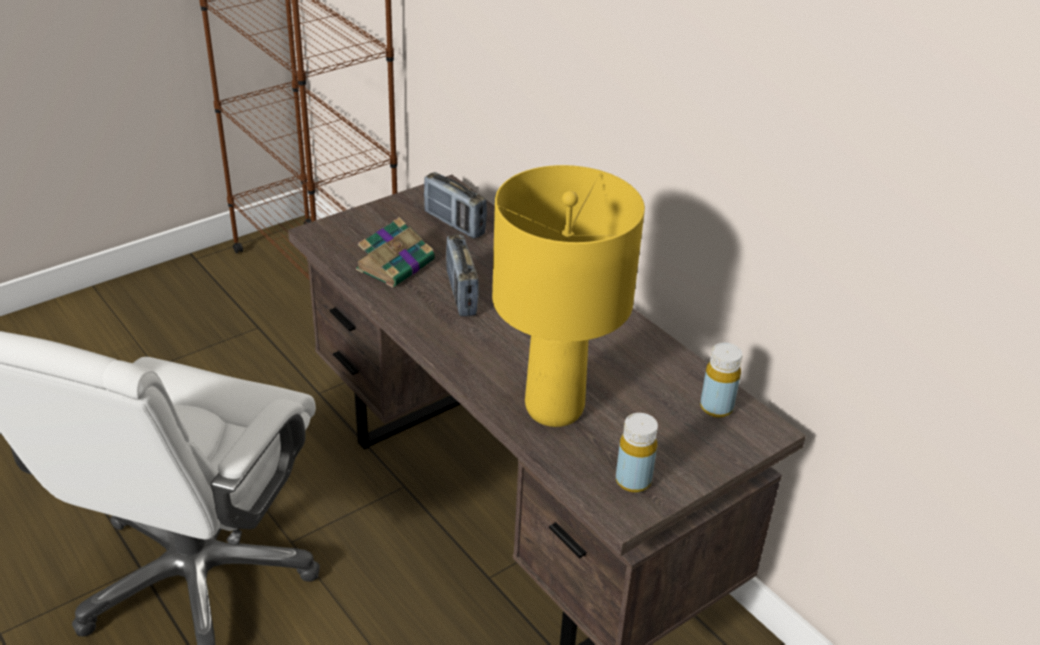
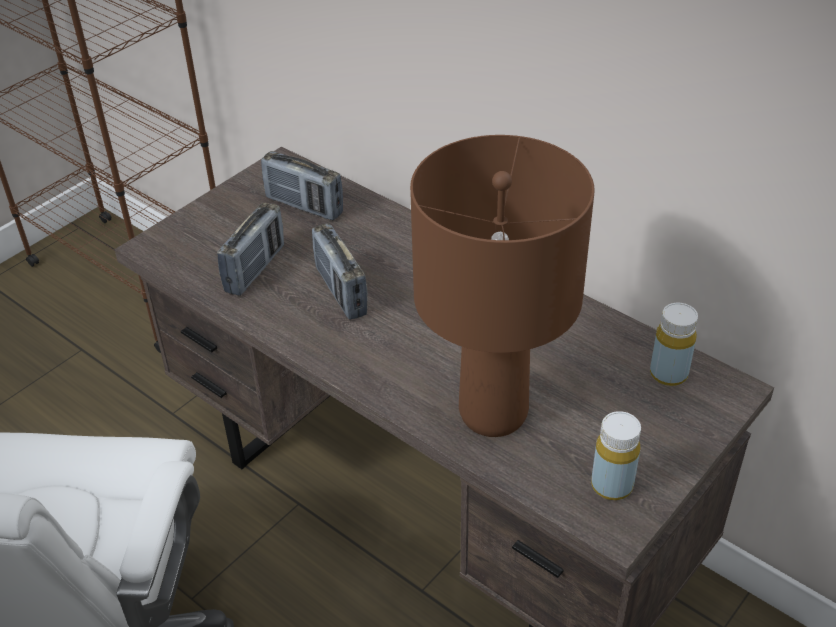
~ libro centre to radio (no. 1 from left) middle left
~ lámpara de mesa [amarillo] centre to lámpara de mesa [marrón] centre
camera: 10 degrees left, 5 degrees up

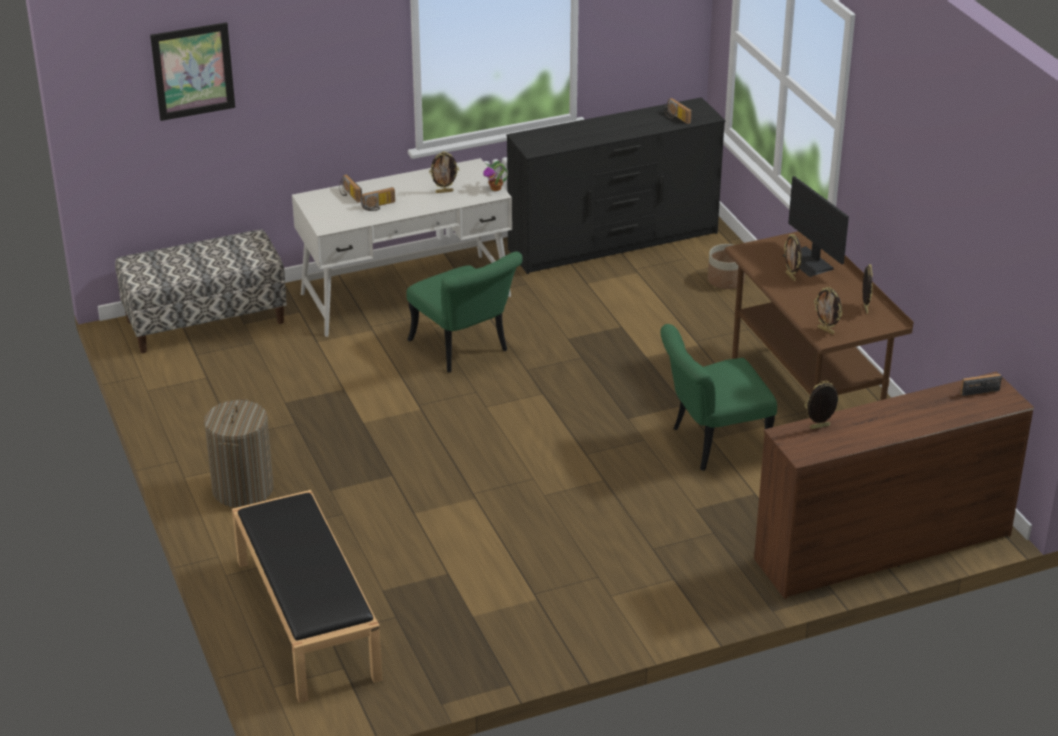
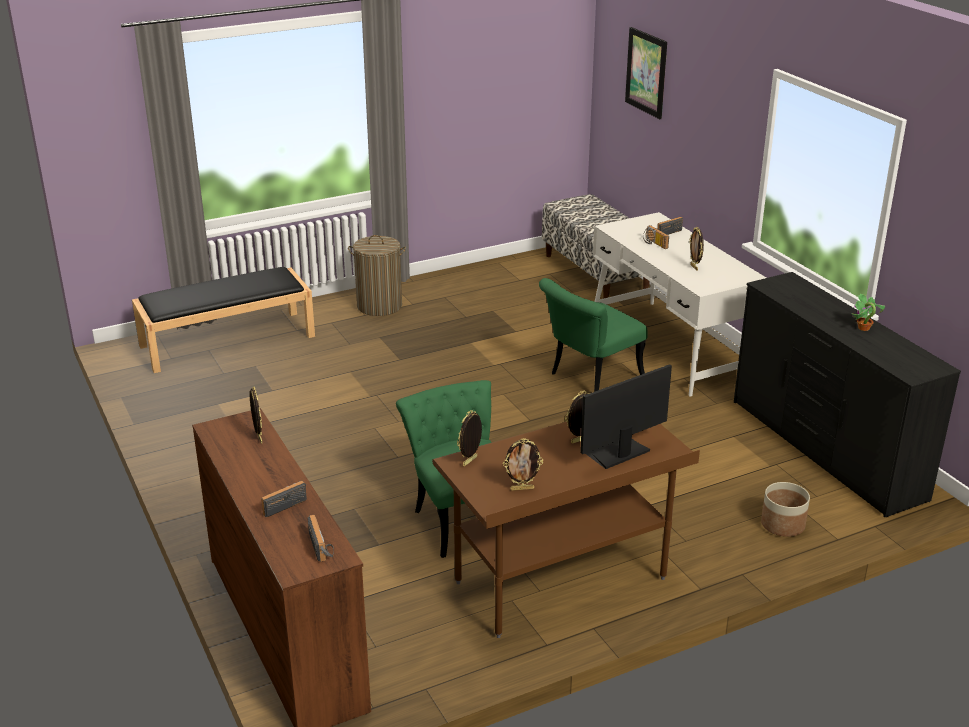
~ planta en maceta top centre to middle right
~ radio (no. 3 from left in the first image) top centre to radio (no. 1 from left) bottom left
camera: 85 degrees right, 5 degrees down

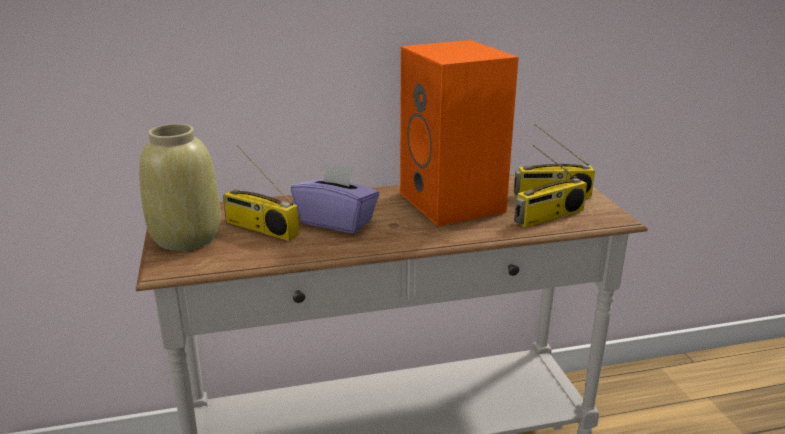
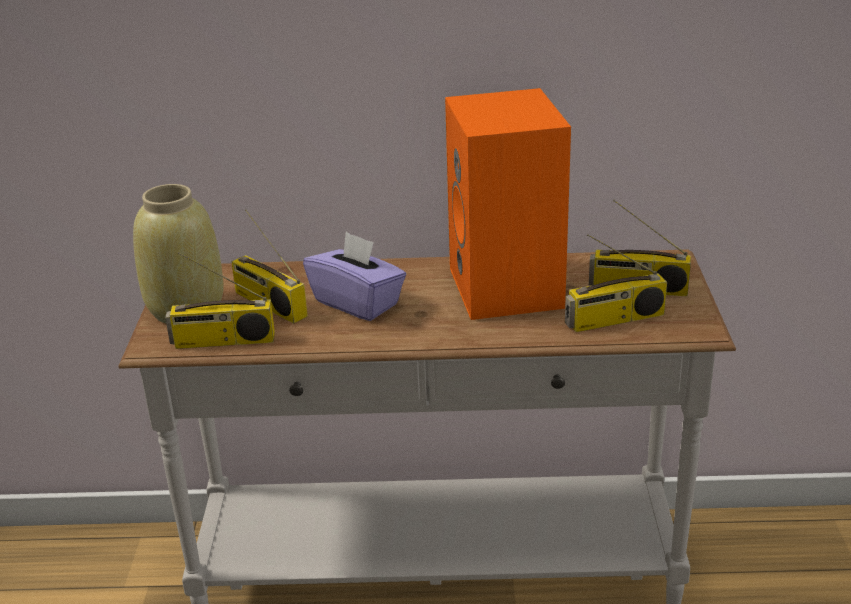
+ radio (no. 1 from left) middle left
camera: 15 degrees right, 5 degrees up

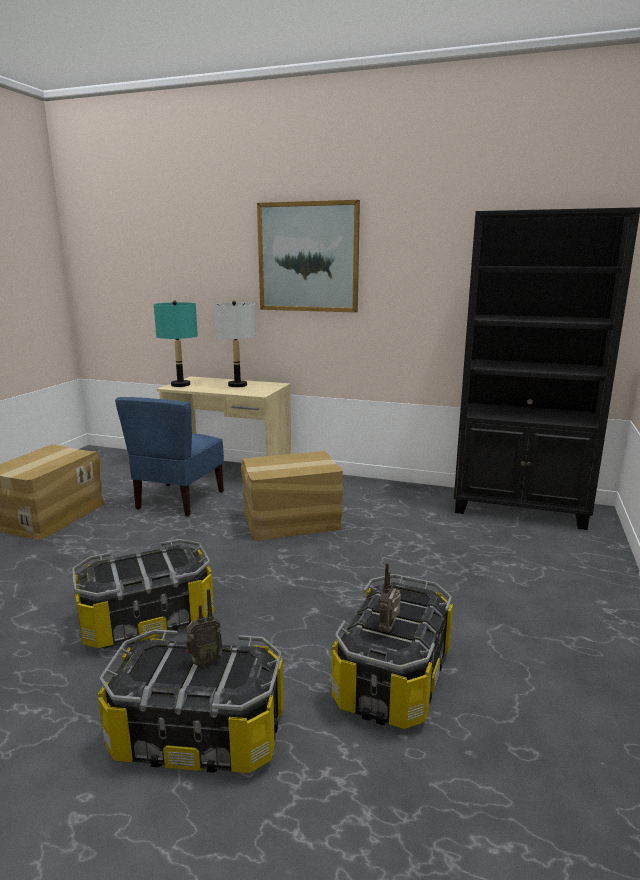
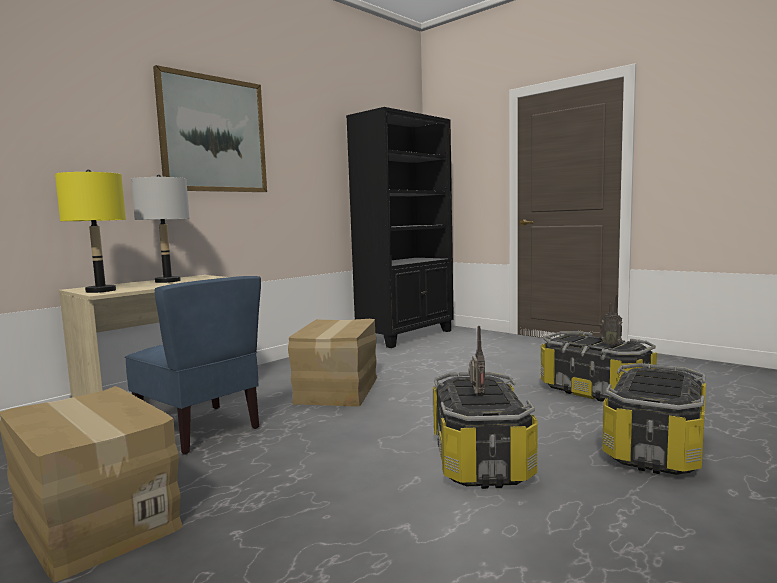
~ radio (no. 1 from left) bottom left to centre
~ lámpara de mesa [turquesa] middle left to lámpara de mesa [amarillo] middle left
camera: 65 degrees left, 10 degrees down

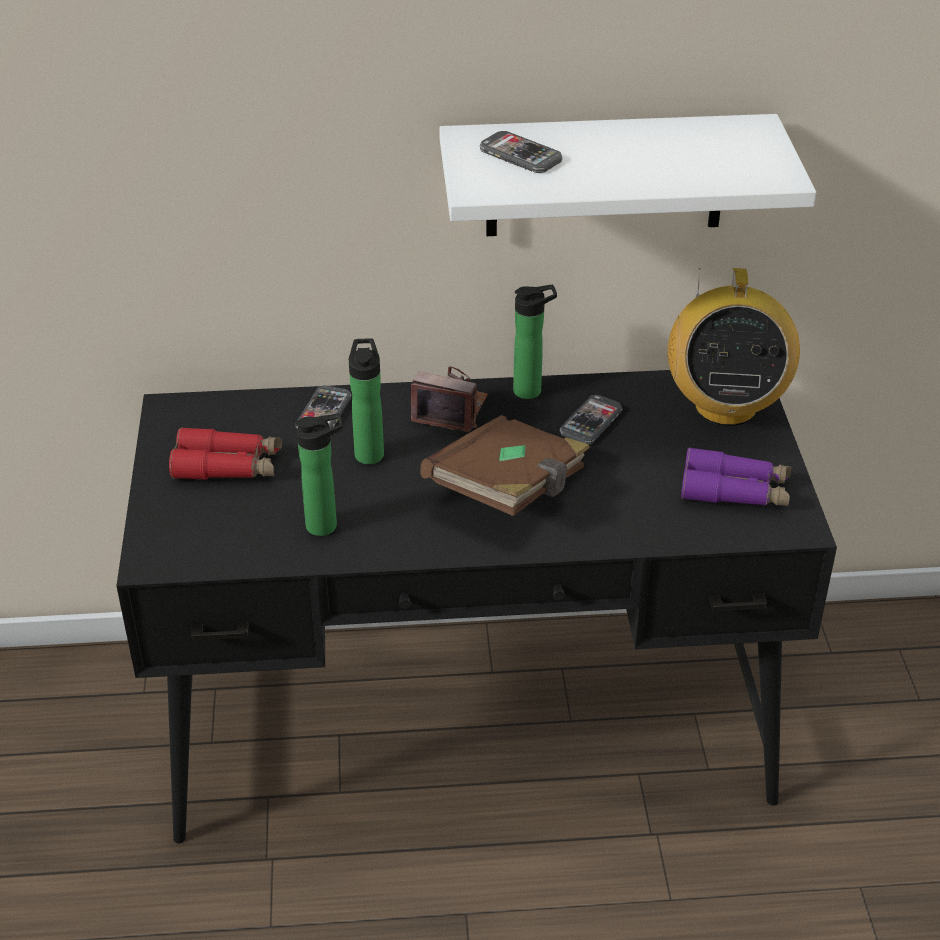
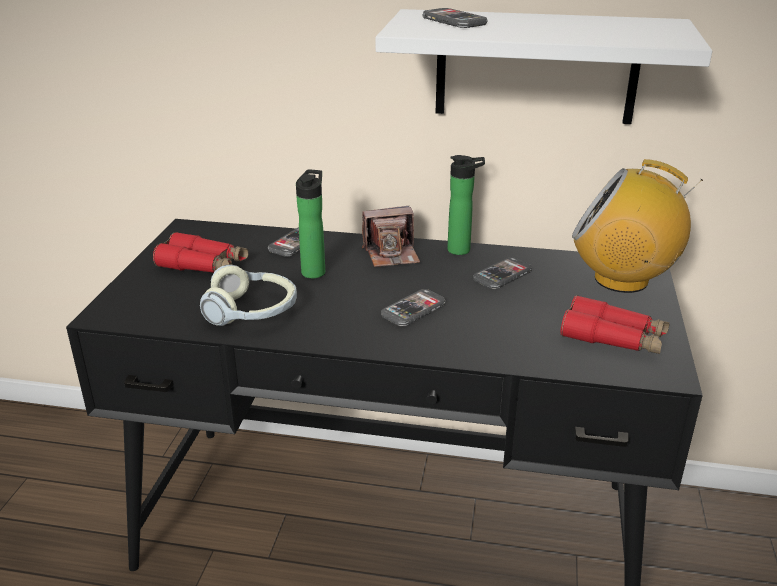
~ botella (no. 1 from left) centre to auriculares middle left
~ libro [marrón] centre to móvil (no. 2 from left) centre
~ prismáticos [morado] middle right to prismáticos [rojo] (no. 2 from left) middle right
~ cámara centre = centre 135 degrees clockwise
~ radio middle right = middle right 90 degrees clockwise
camera: 15 degrees right, 10 degrees down

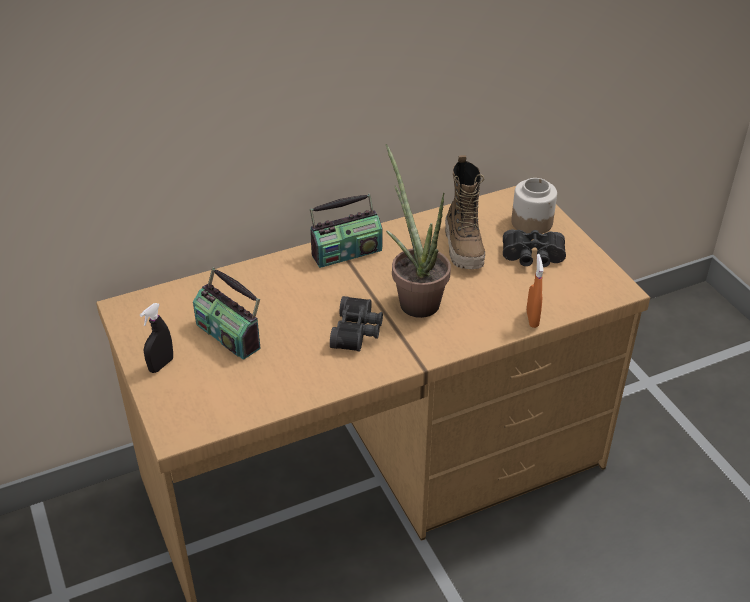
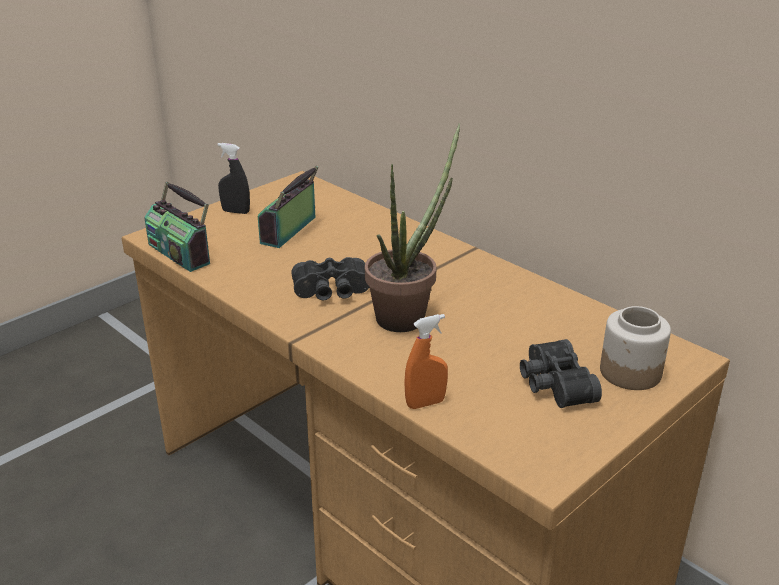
- bota centre
~ radio (no. 2 from left in the first image) centre to radio (no. 1 from left) middle left
camera: 70 degrees right, 10 degrees down

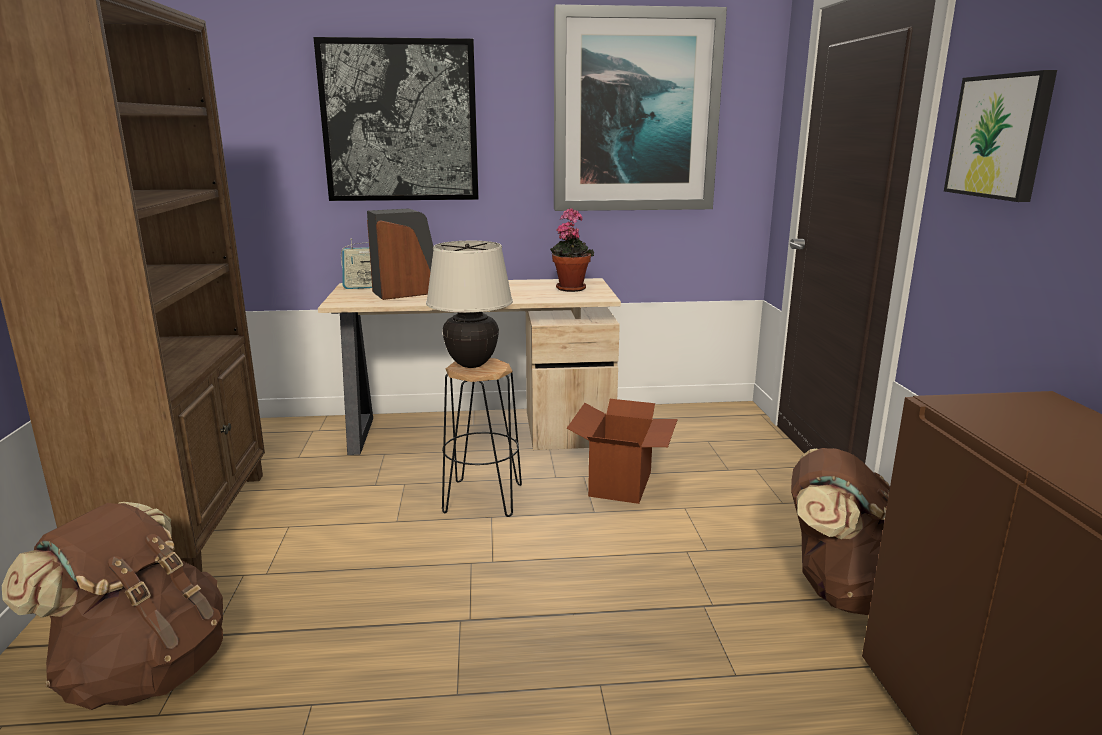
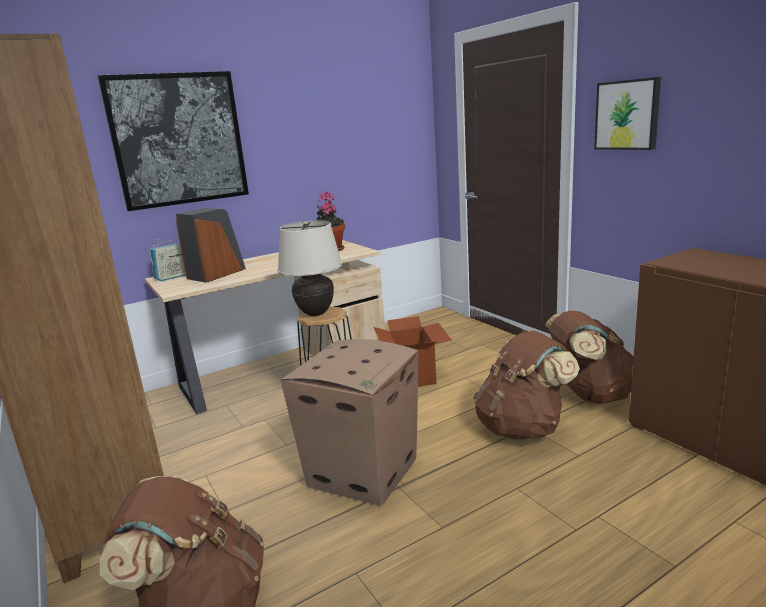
- cuadro (no. 2 from left) top centre
+ caja de cartón (no. 1 from left) bottom centre
+ mochila [marrón] (no. 2 from left) middle right
camera: 25 degrees left, 0 degrees up

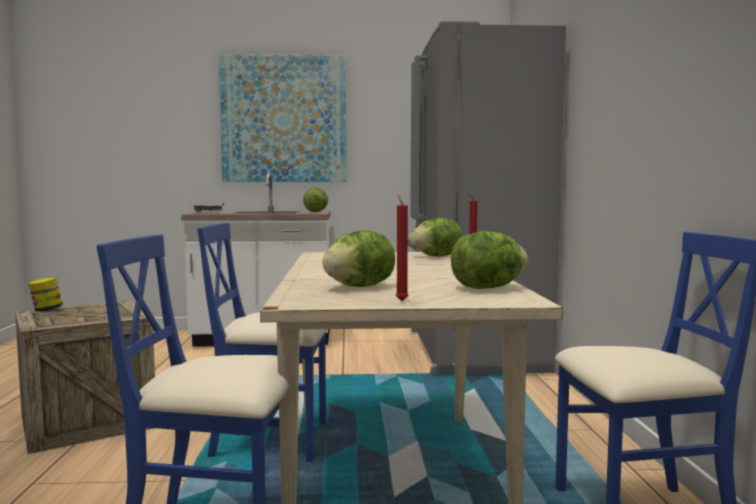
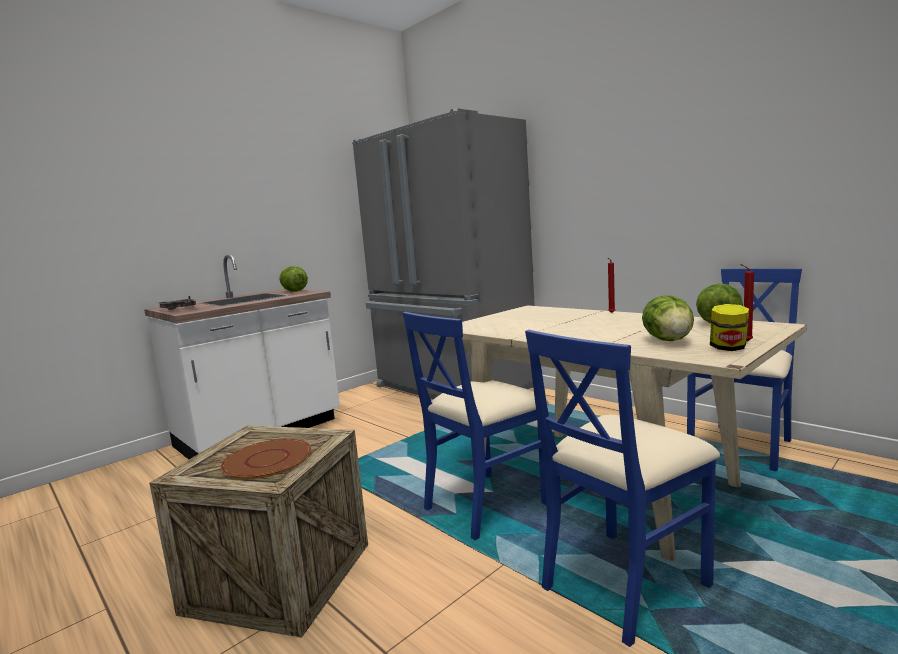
- cuadro top centre
- lechuga (no. 3 from left) centre
+ plato [marrón] bottom left
~ tarro middle left to middle right
camera: 40 degrees left, 5 degrees up

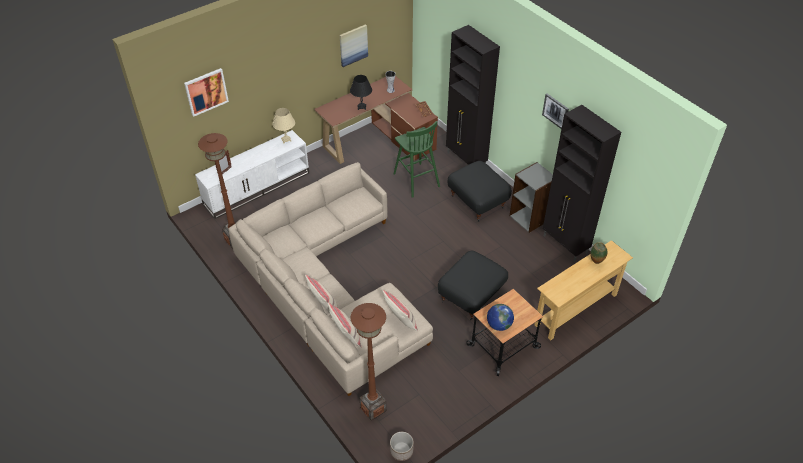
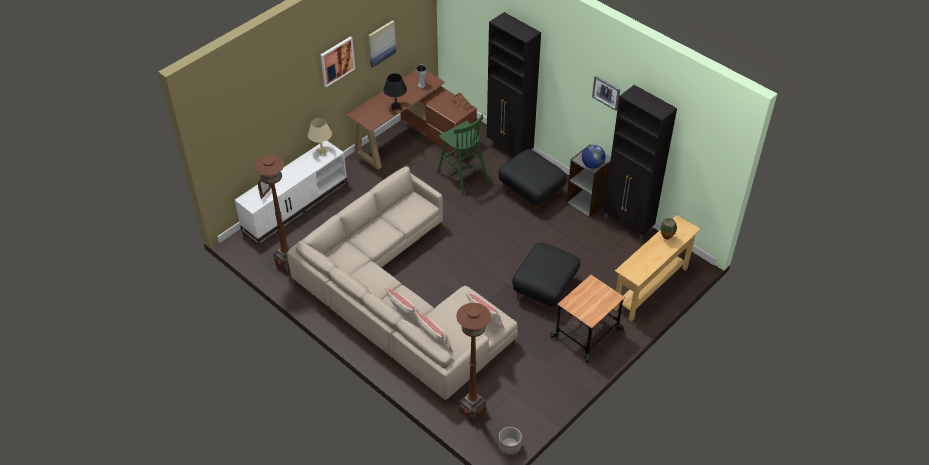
~ cuadro (no. 1 from left) top left to top centre
~ globo terráqueo bottom centre to centre
camera: 10 degrees left, 0 degrees up

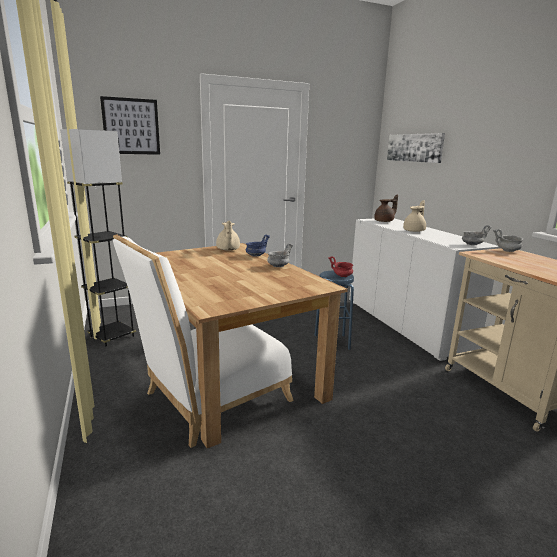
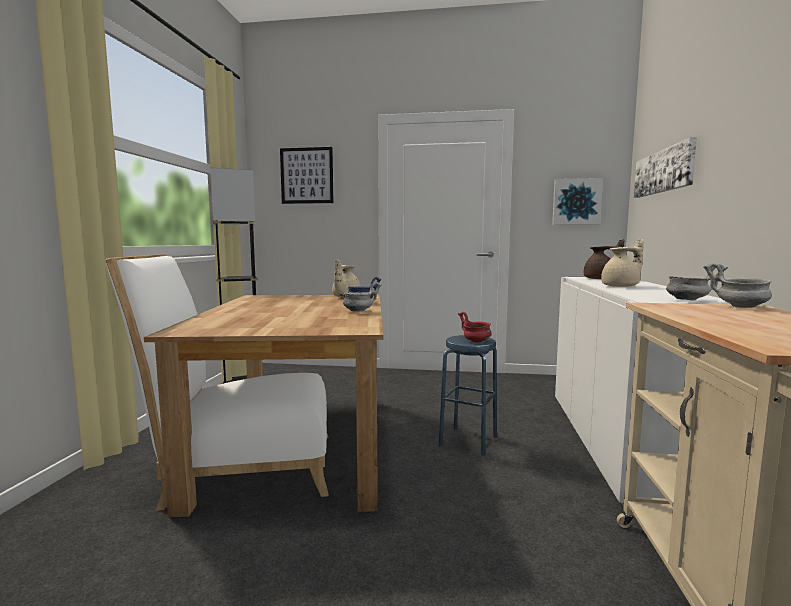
+ cuadro (no. 2 from left) top right
camera: 30 degrees right, 10 degrees down

